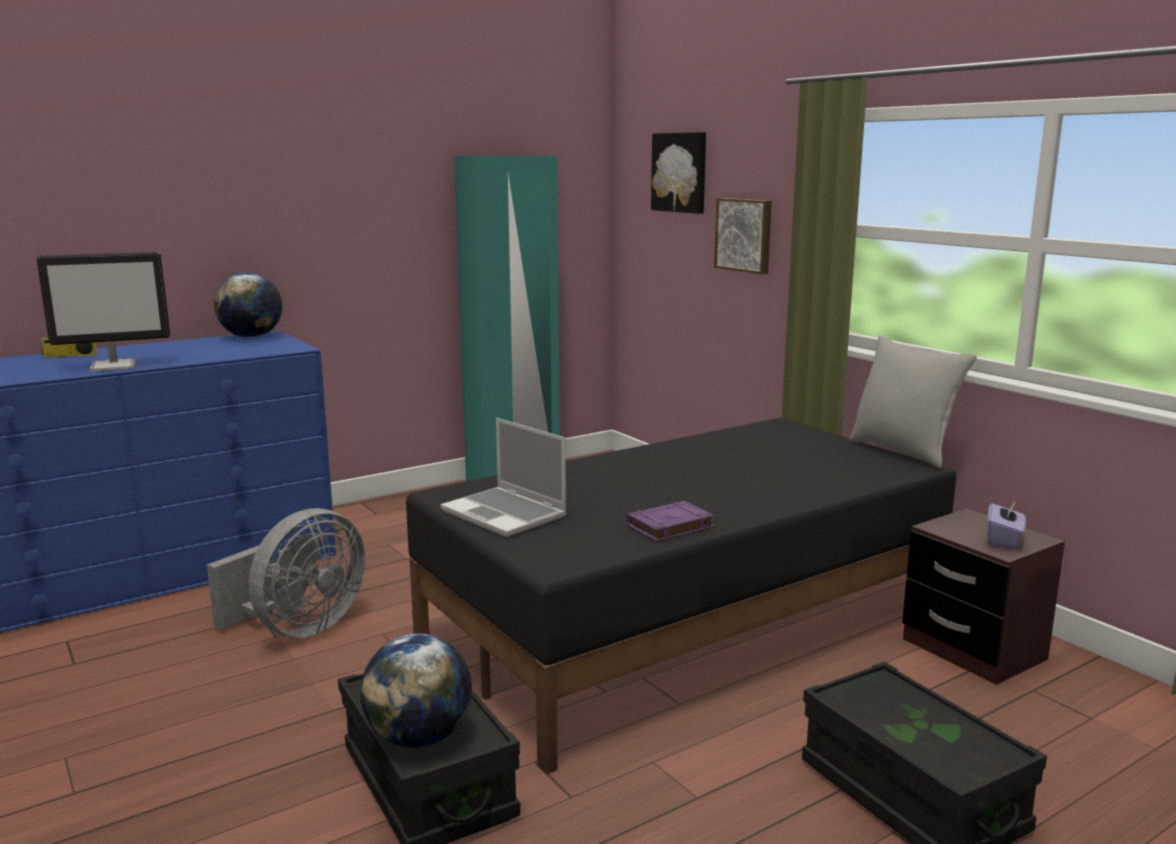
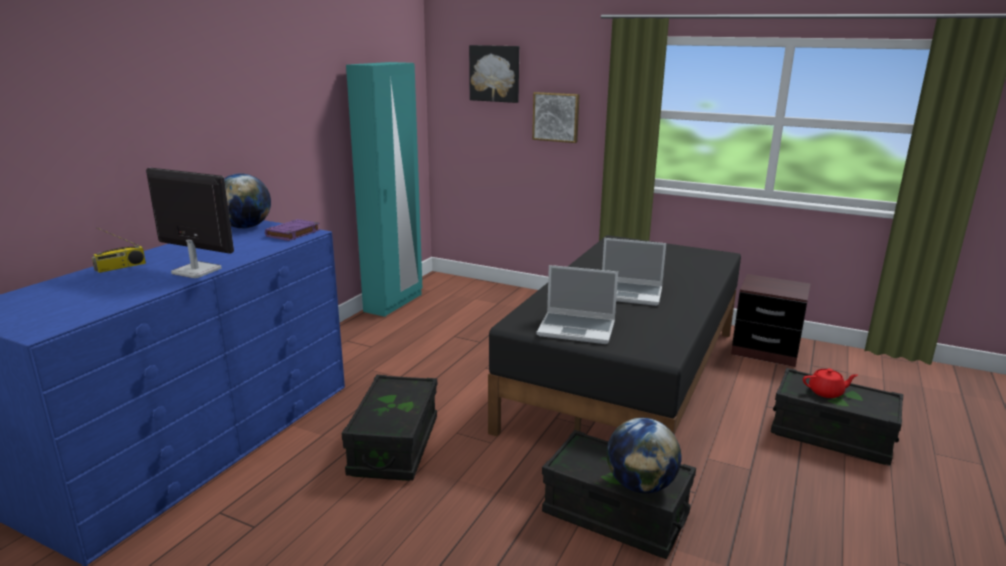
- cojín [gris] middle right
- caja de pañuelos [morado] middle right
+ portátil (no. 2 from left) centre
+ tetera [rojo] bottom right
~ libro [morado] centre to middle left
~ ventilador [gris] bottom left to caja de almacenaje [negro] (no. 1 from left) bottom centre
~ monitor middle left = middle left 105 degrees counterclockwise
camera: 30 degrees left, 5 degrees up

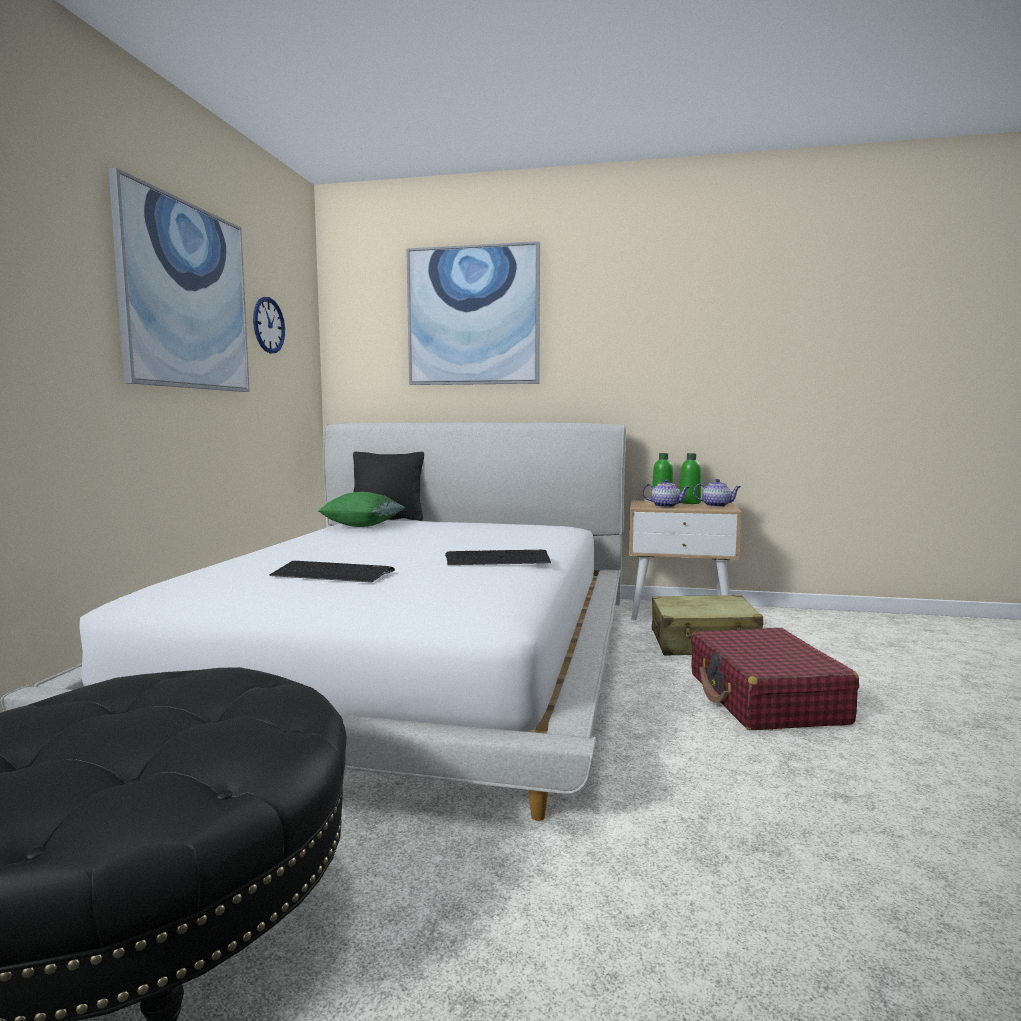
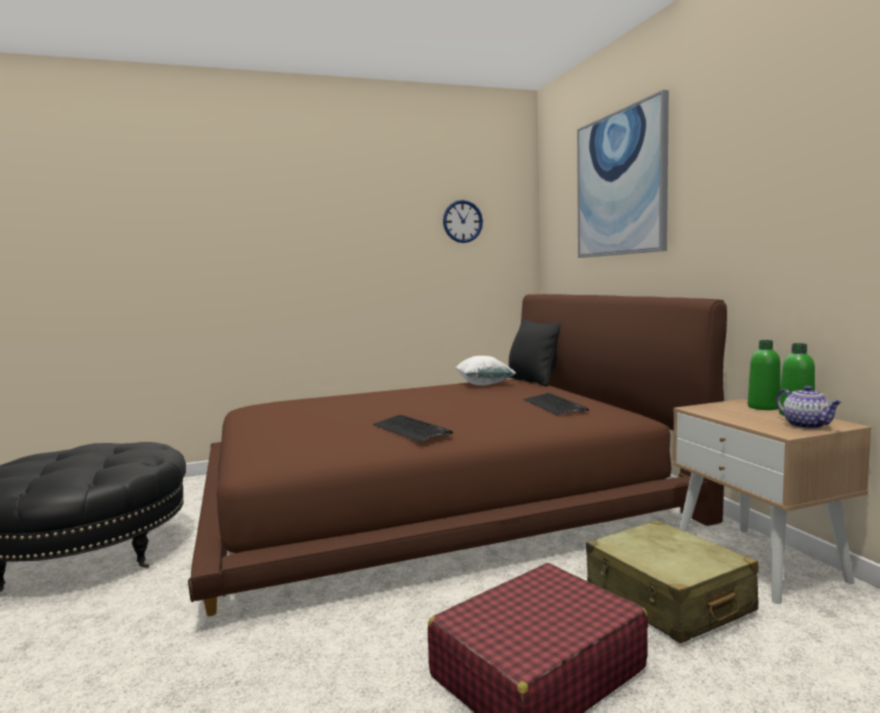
- cuadro (no. 1 from left) top left
- tetera (no. 1 from left) centre
~ teclado (no. 1 from left in the first image) middle left to teclado (no. 2 from left) centre
~ cama [blanco] middle left to cama [marrón] centre
~ cojín [verde] centre to cojín [blanco] centre
camera: 60 degrees right, 0 degrees up

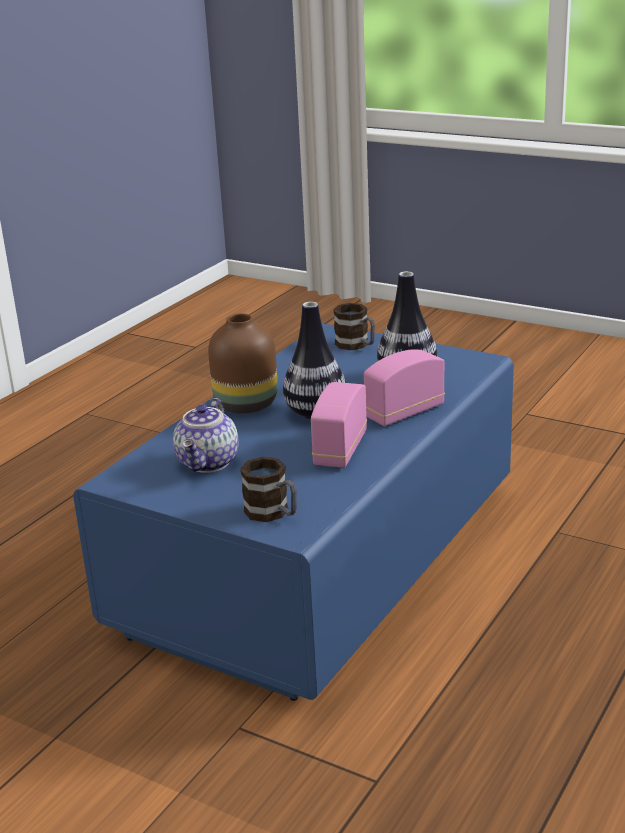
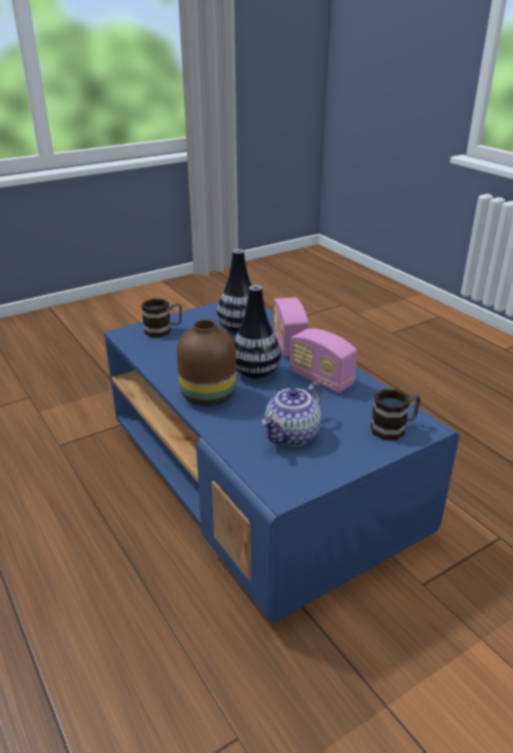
~ tetera middle left = centre 90 degrees clockwise
camera: 65 degrees left, 5 degrees up

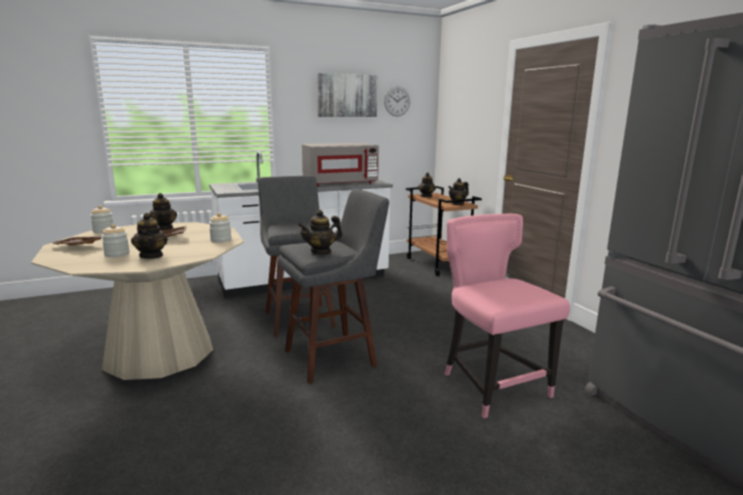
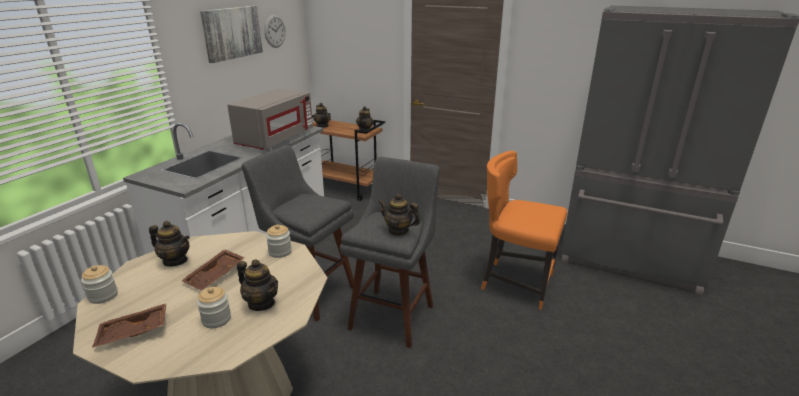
~ silla [rosa] middle right to silla [naranja] centre
~ tetera (no. 3 from left in the first image) centre = centre 90 degrees clockwise
camera: 40 degrees left, 10 degrees up

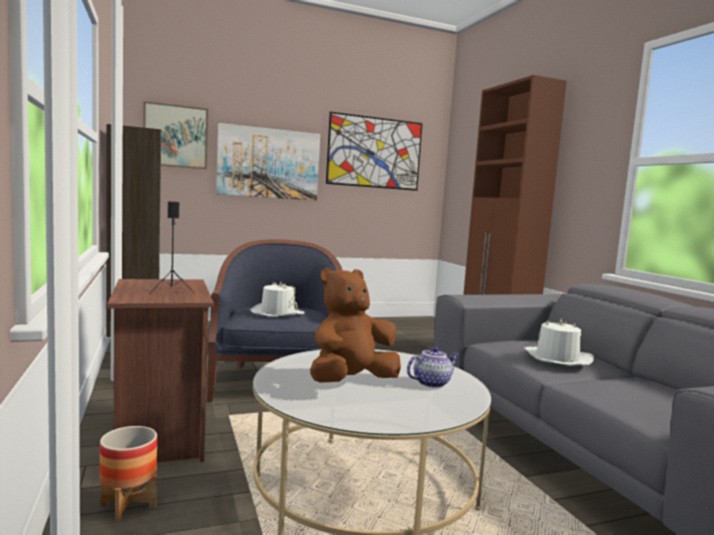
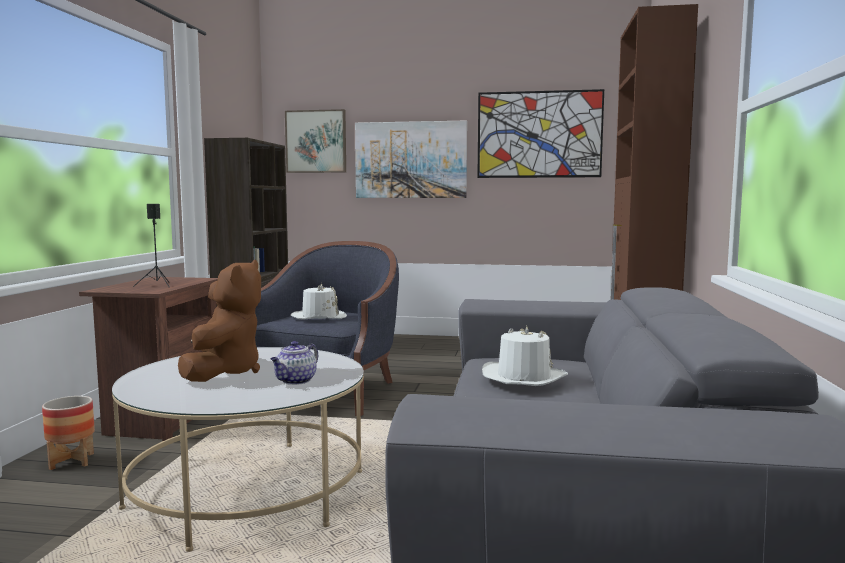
~ peluche [marrón] centre = middle left 105 degrees clockwise
~ tetera bottom centre = centre 120 degrees clockwise
camera: 30 degrees right, 0 degrees up

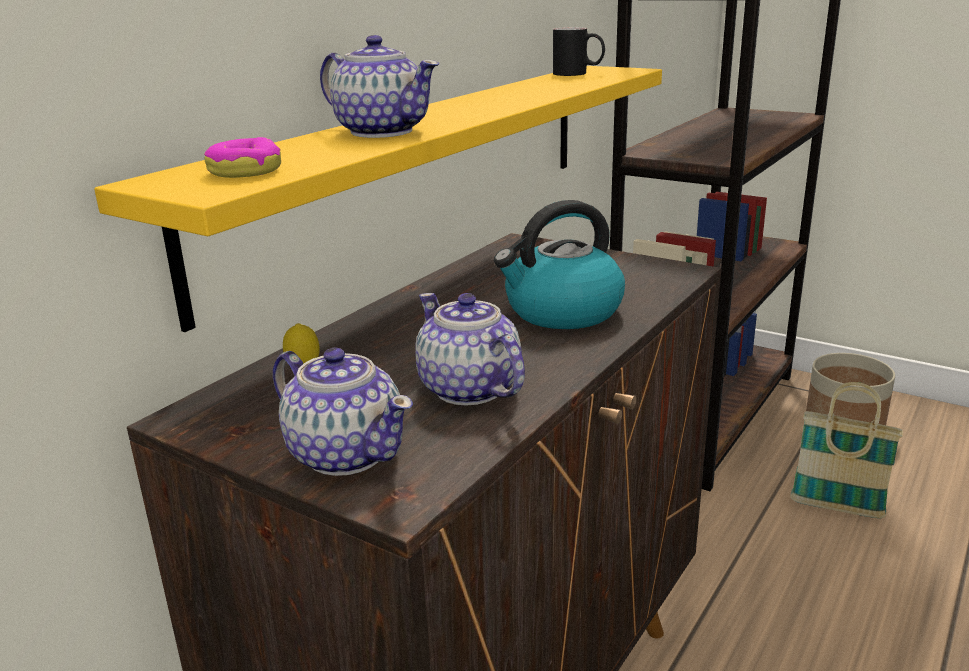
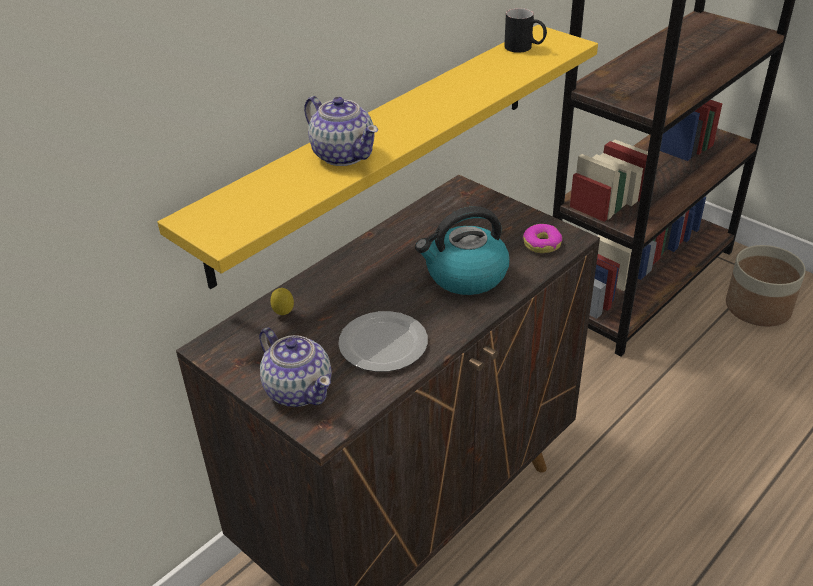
- cesta bottom right
~ rosquilla top left to middle right
~ tetera (no. 3 from left) centre to plato centre
camera: 10 degrees right, 15 degrees up

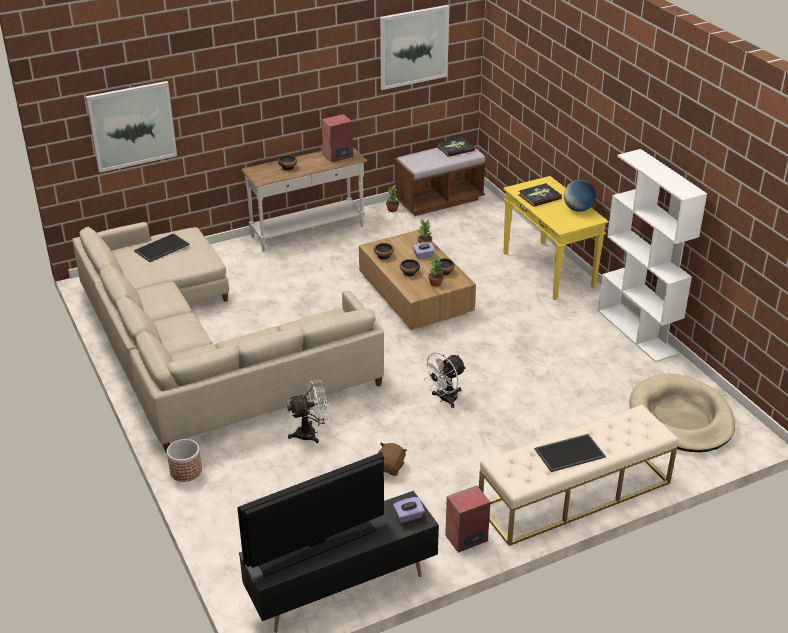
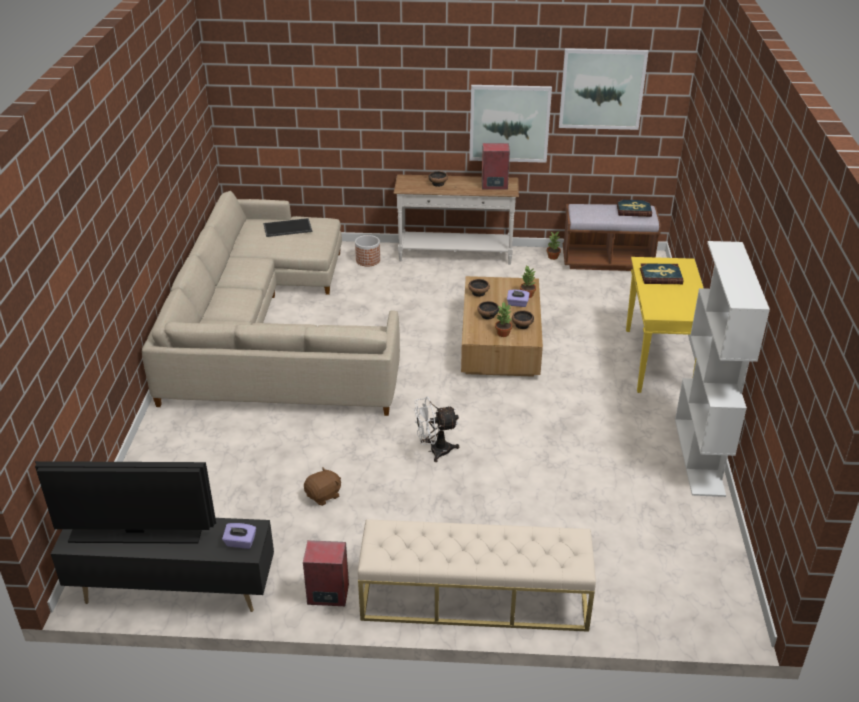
- ventilador [blanco] (no. 1 from left) centre
- bandeja (no. 2 from left) bottom right
- globo terráqueo top right
- cama para perro [beis] middle right
~ cuadro (no. 1 from left) top left to top centre
~ maceta bottom left to centre
camera: 30 degrees right, 0 degrees up

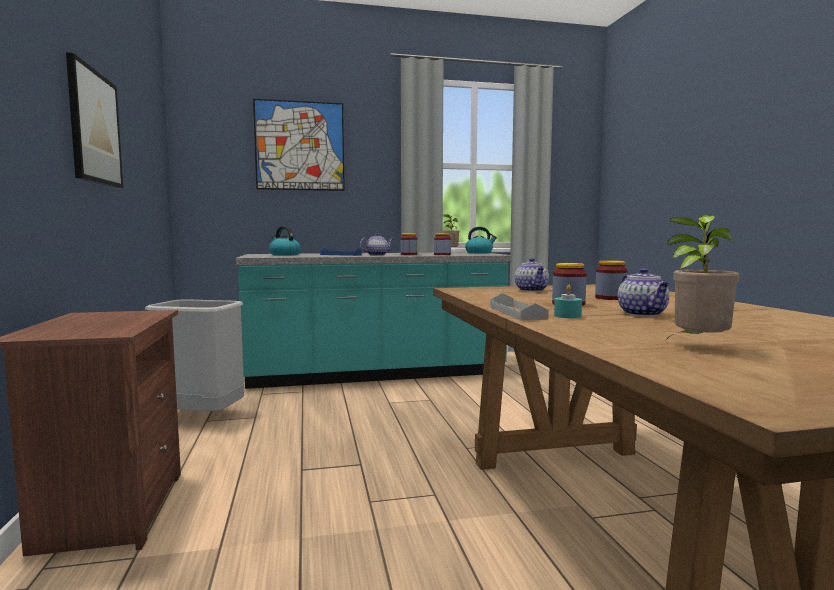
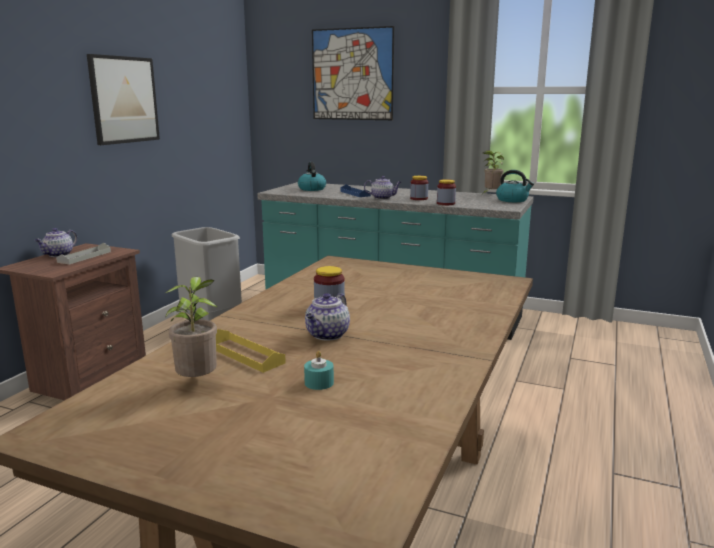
- tarro (no. 4 from left) middle right
+ bandeja [amarillo] centre
~ bandeja [gris] centre to middle left
~ tetera (no. 2 from left in the first image) centre to tetera (no. 1 from left) middle left
~ vela [turquesa] middle right to bottom centre
camera: 35 degrees right, 10 degrees up

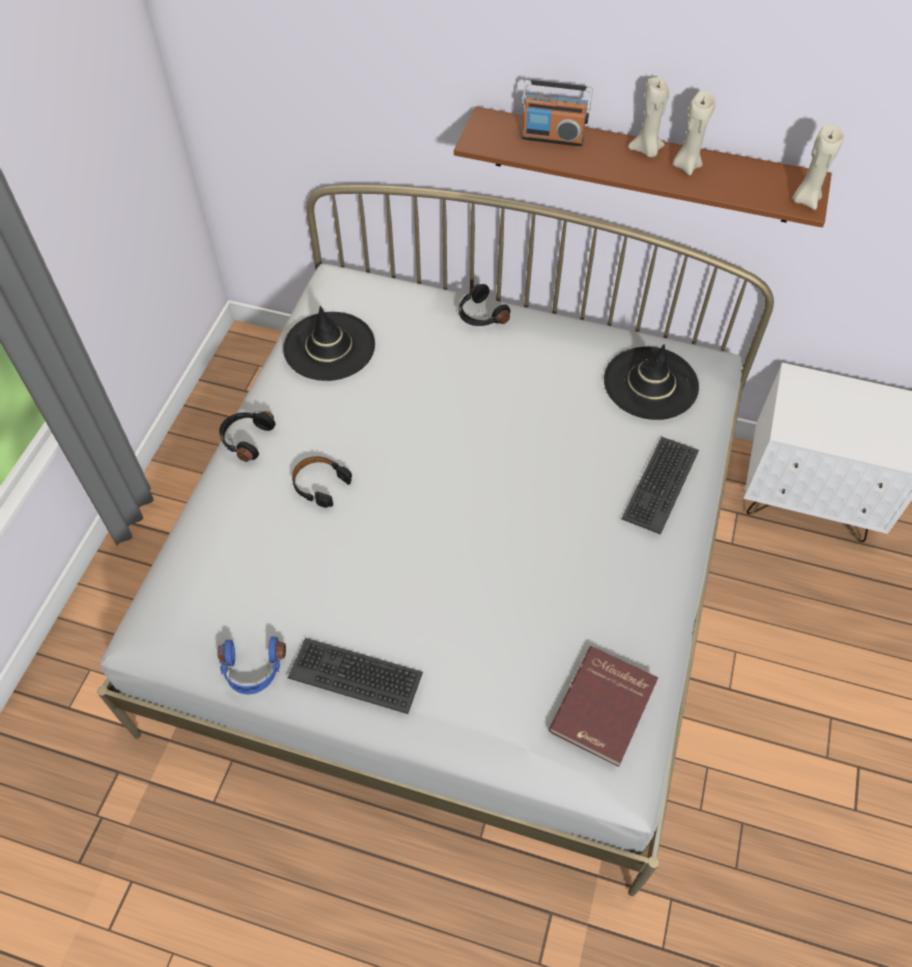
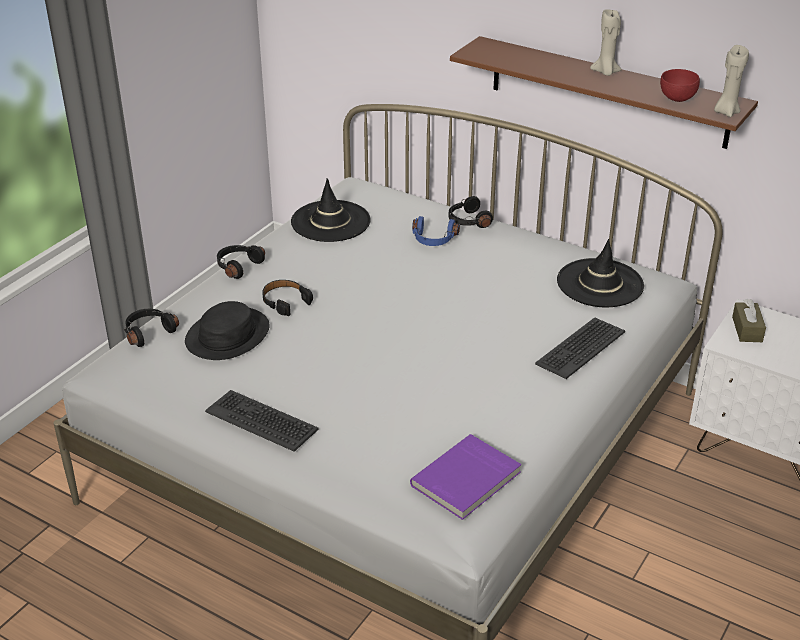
- radio top centre
- vela [beis] (no. 2 from left) top right
+ auriculares [negro] (no. 1 from left) middle left
+ sombrero [negro] (no. 1 from left) middle left
+ cuenco [rojo] top right
+ caja de pañuelos [marrón] middle right
~ auriculares [azul] bottom left to centre
~ libro [rojo] bottom centre to libro [morado] bottom centre
camera: 15 degrees right, 20 degrees down

